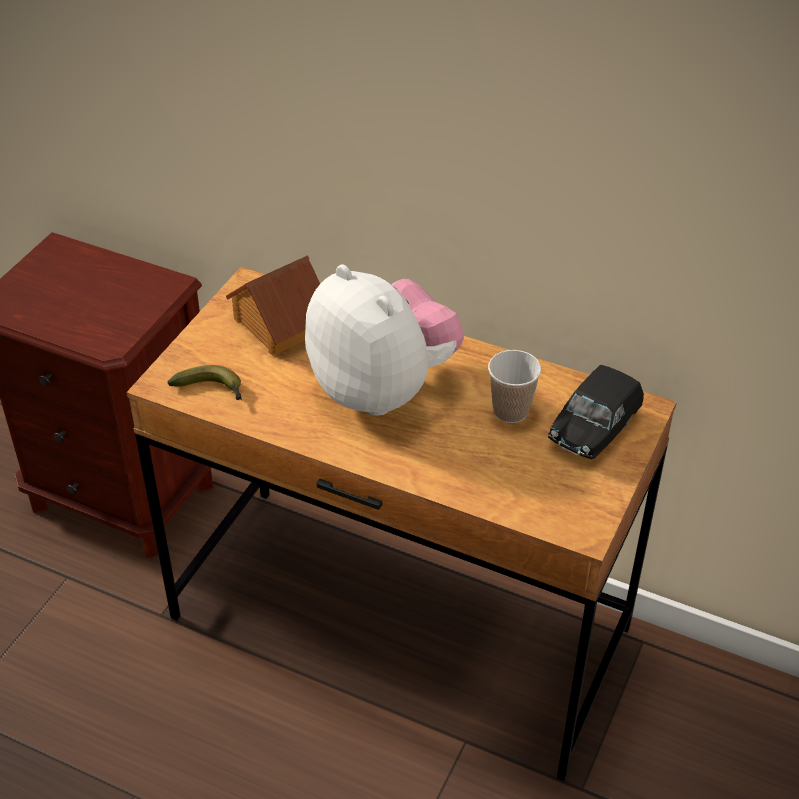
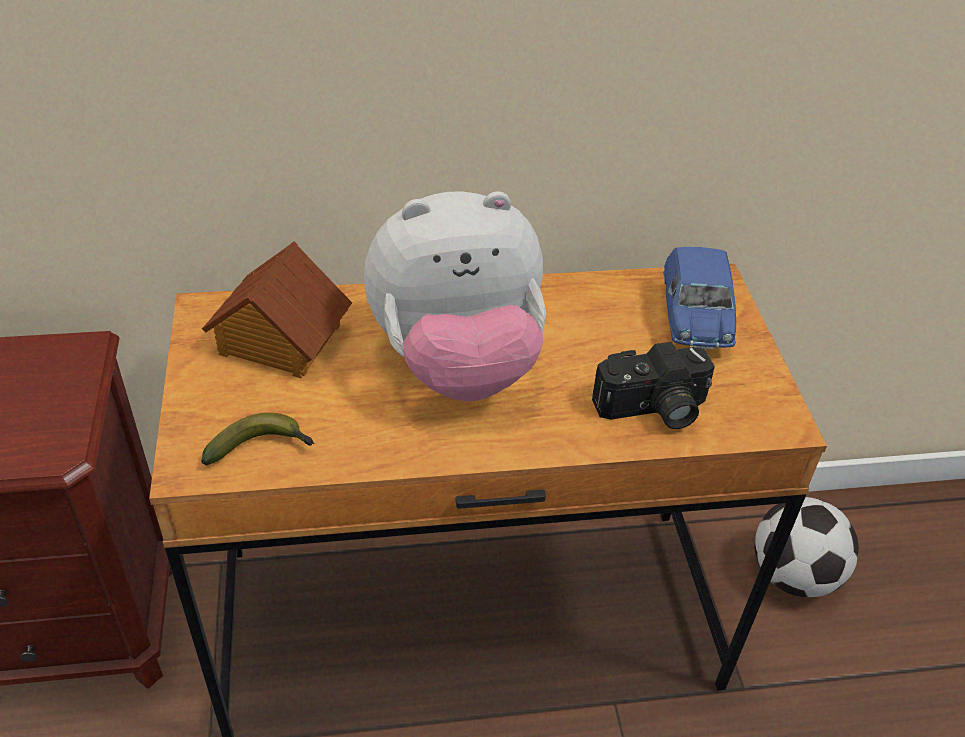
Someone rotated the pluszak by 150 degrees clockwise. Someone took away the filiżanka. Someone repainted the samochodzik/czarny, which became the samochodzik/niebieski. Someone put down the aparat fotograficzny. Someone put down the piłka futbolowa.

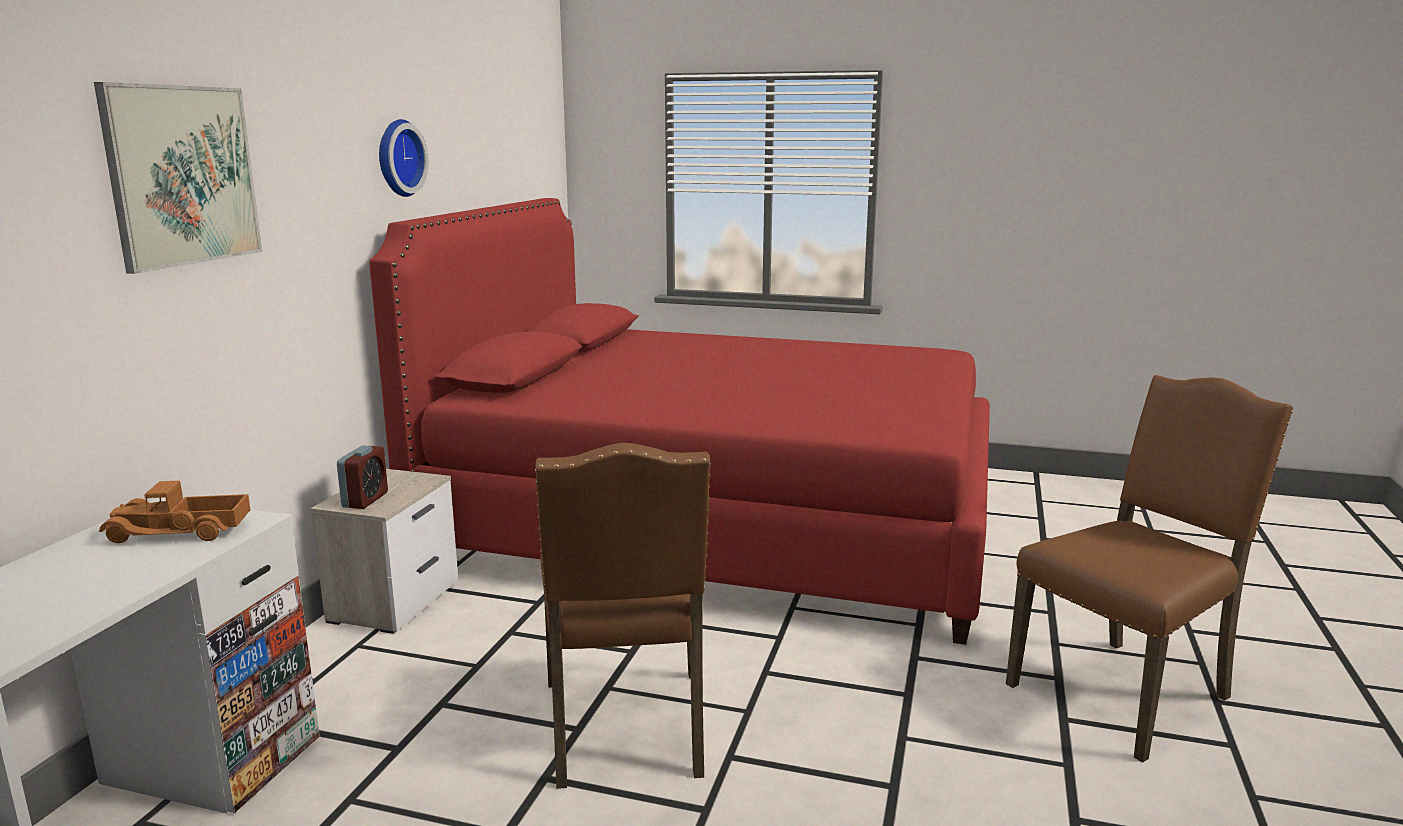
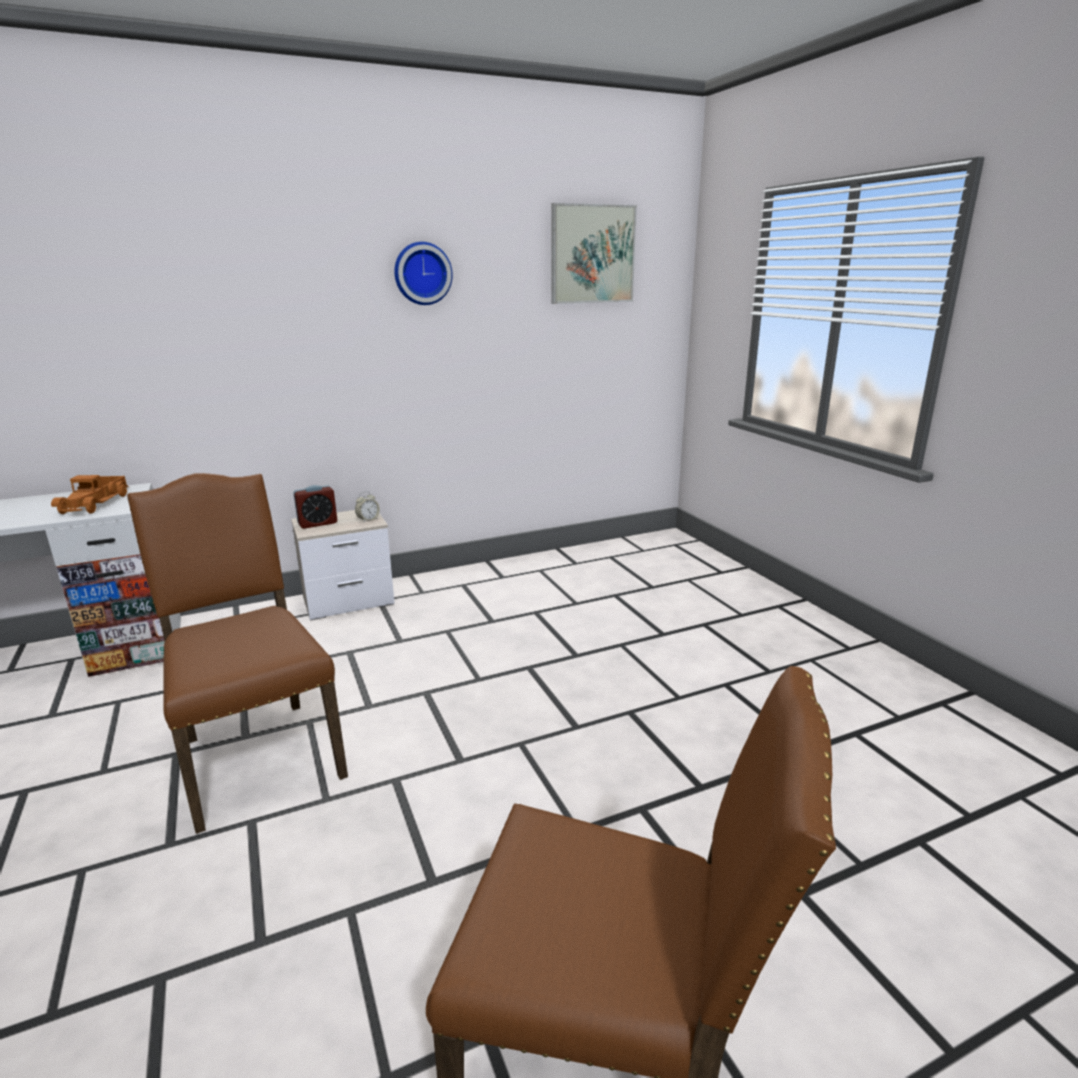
Someone carried the obraz. Someone took away the łóżko/czerwony. Someone rotated the krzesło/brązowy (no. 1 from left) by 105 degrees clockwise. Someone rotated the ciężarówka zabawkowa by 135 degrees counterclockwise. Someone put down the budzik (no. 2 from left).

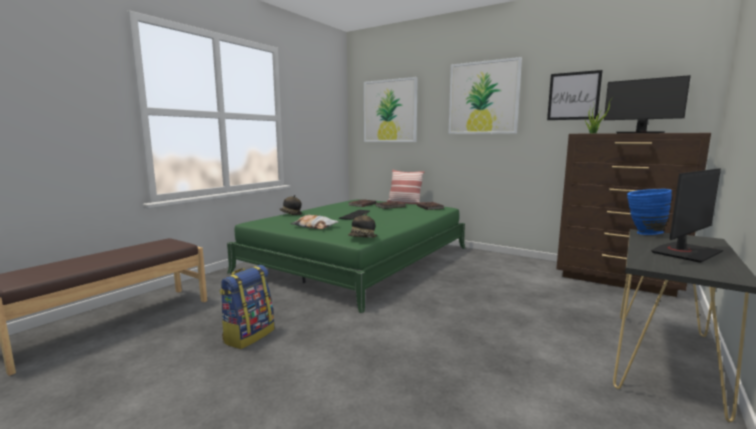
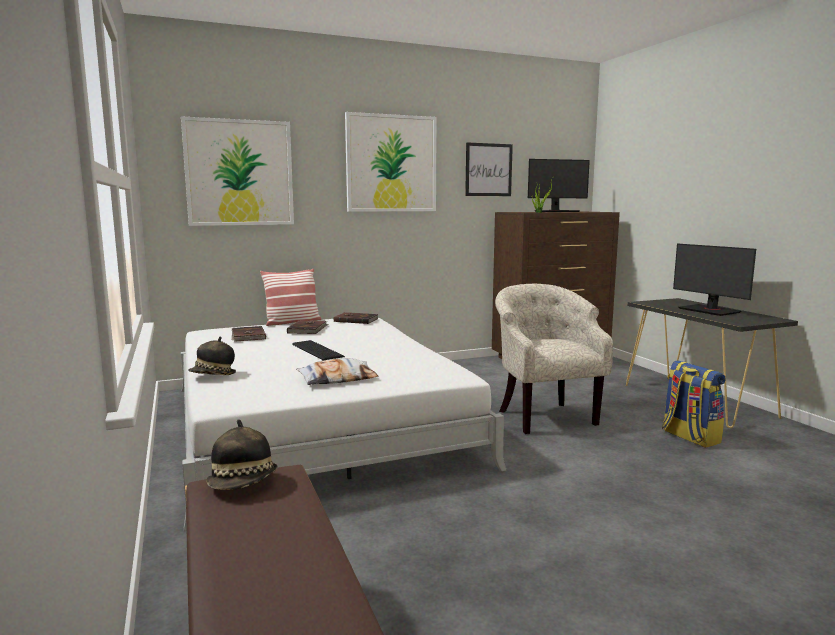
Someone rotated the monitor (no. 2 from left) by 150 degrees clockwise. Someone took away the wazon/niebieski. Someone repainted the łóżko/zielony, which became the łóżko/biały. Someone carried the kapelusz (no. 2 from left). Someone carried the plecak. Someone put down the fotel/beżowy.

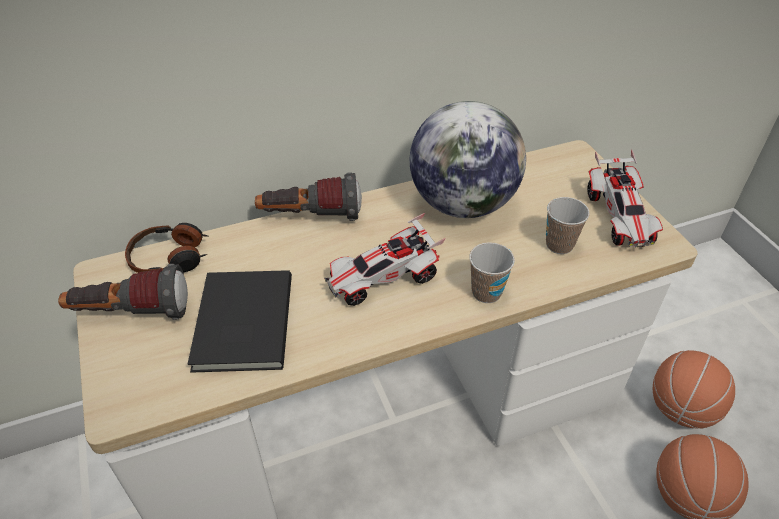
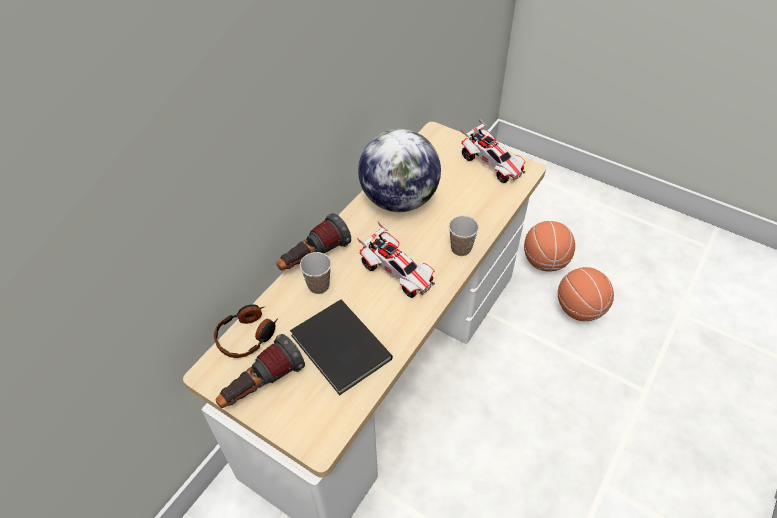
Someone carried the filiżanka (no. 2 from left in the first image). Someone rotated the samochodzik (no. 1 from left) by 75 degrees counterclockwise.

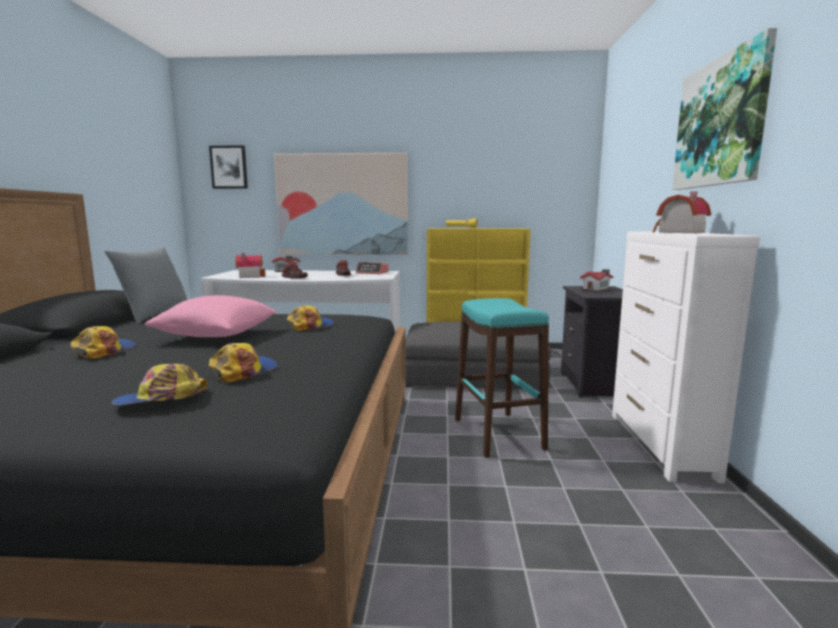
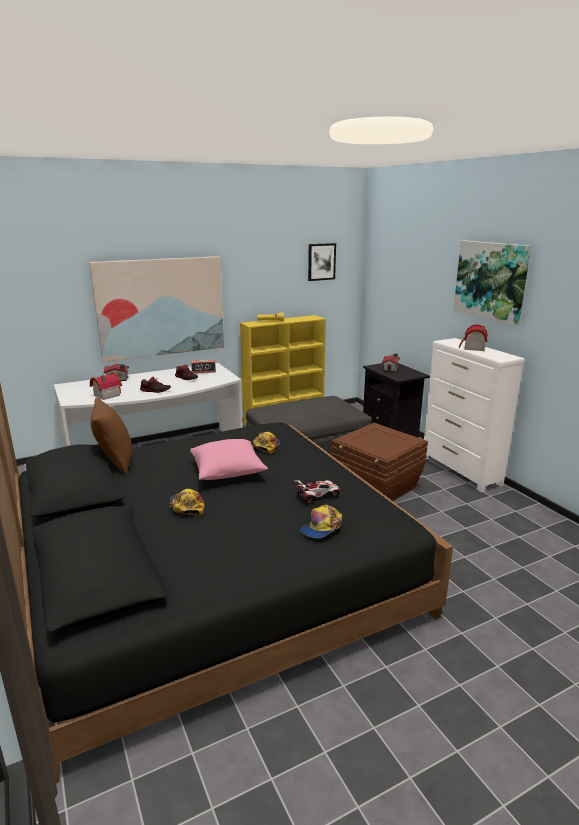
Someone carried the obraz (no. 1 from left in the first image). Someone repainted the poduszka/szary, which became the poduszka/brązowy. Someone swapped the stołek/turkusowy for the pojemnik do przechowywania/brązowy. Someone swapped the czapka z daszkiem (no. 3 from left) for the samochodzik.

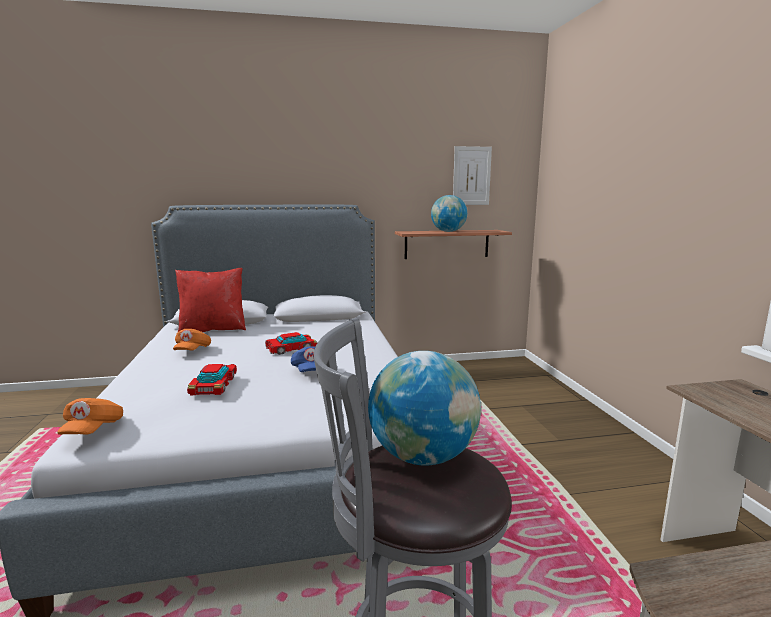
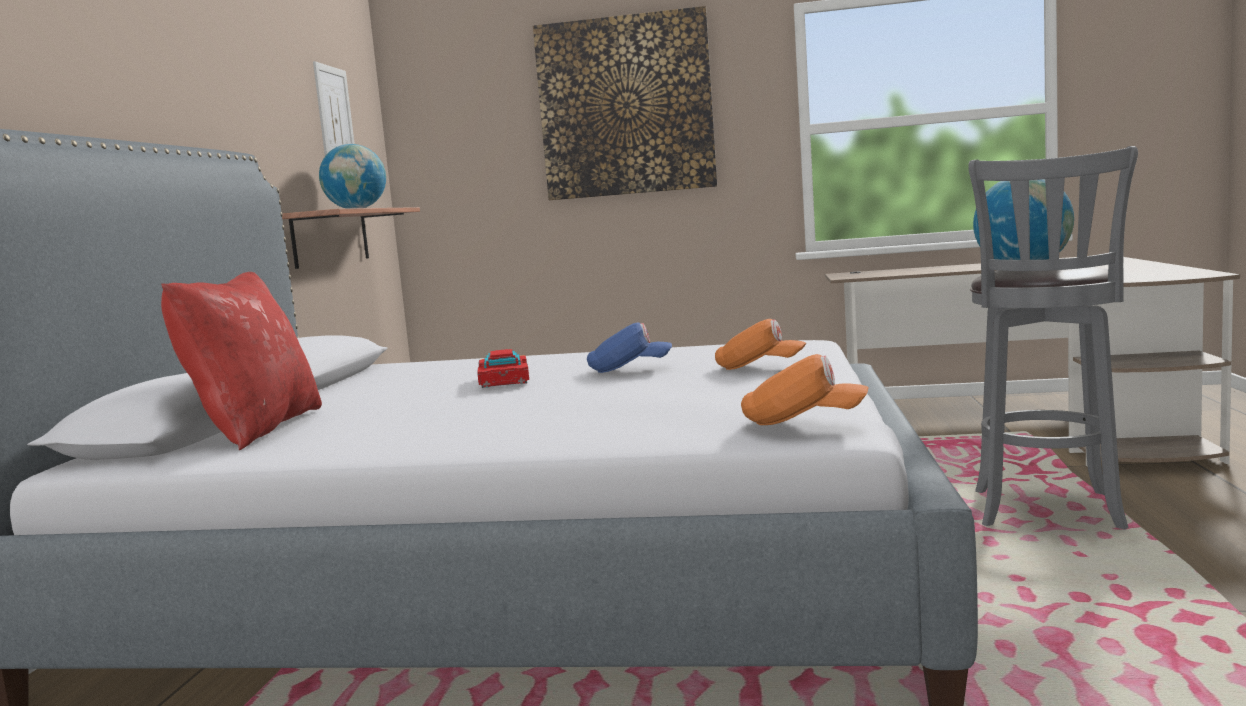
Someone carried the czapka z daszkiem/pomarańczowy (no. 2 from left in the first image). Someone took away the samochodzik (no. 1 from left). Someone put up the obraz (no. 2 from left).

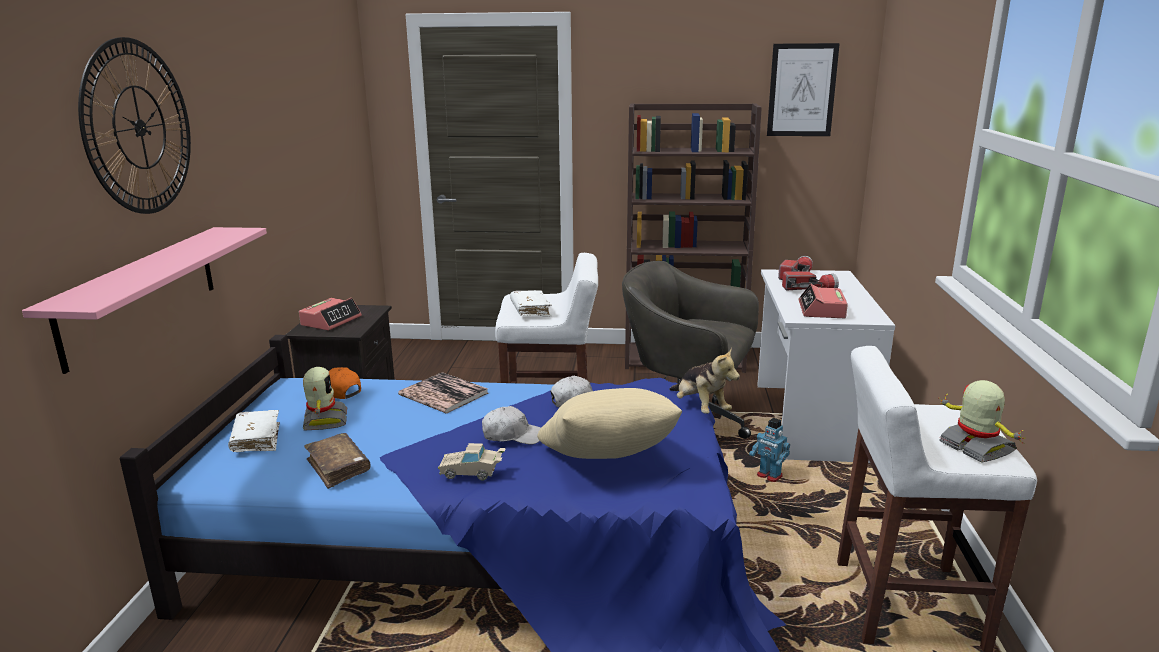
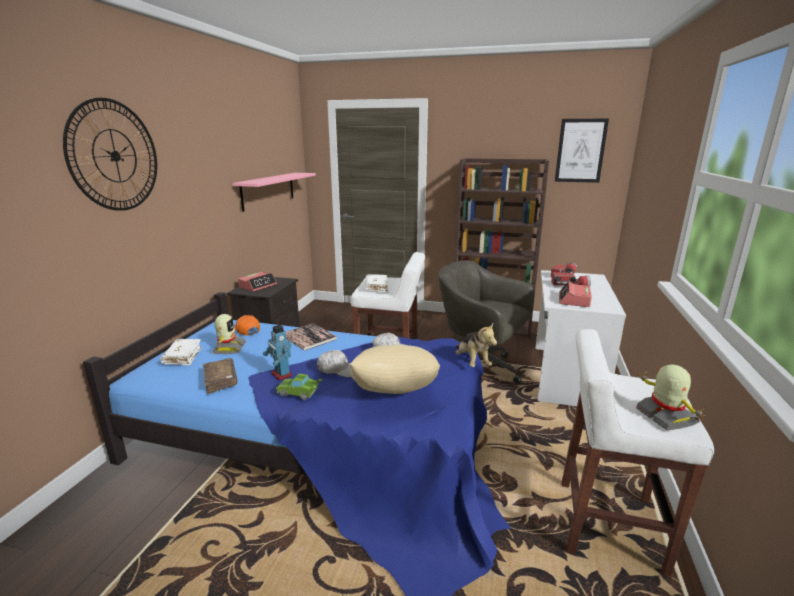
Someone carried the półka/różowy. Someone carried the robot zabawkowy (no. 2 from left). Someone repainted the samochodzik/beżowy, which became the samochodzik/zielony.

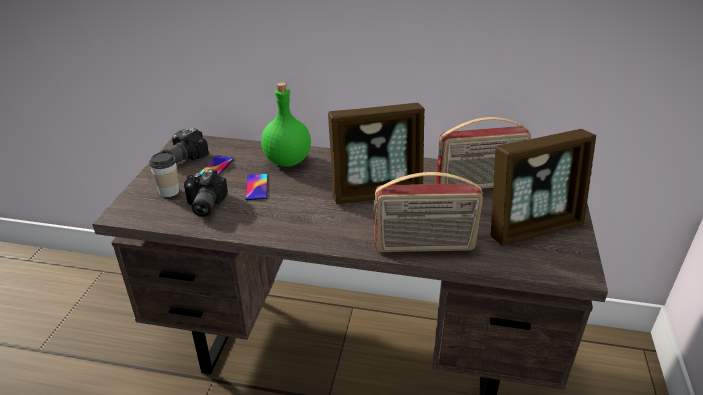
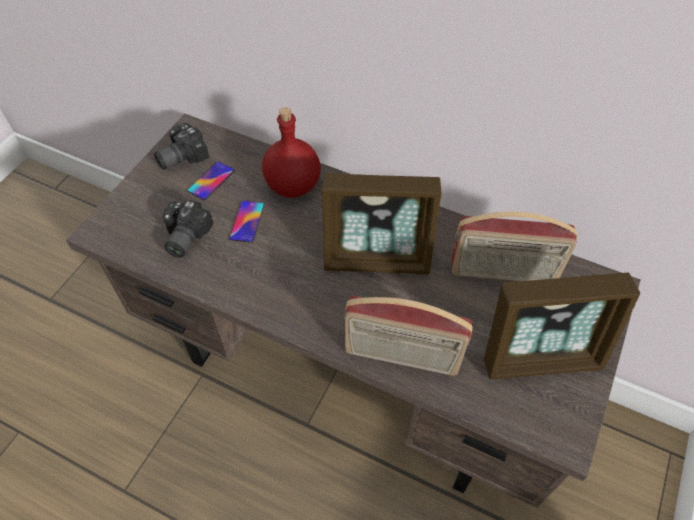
Someone repainted the butelka/zielony, which became the butelka/czerwony. Someone took away the filiżanka.

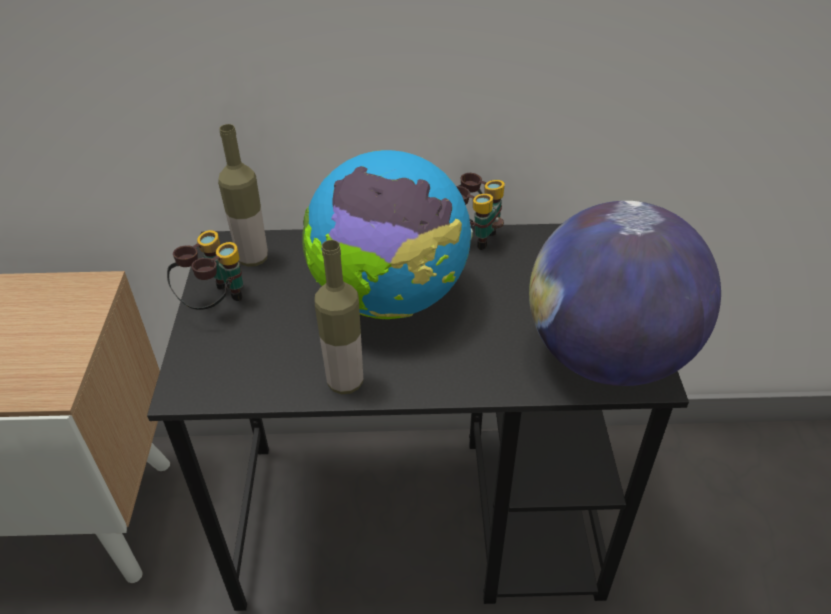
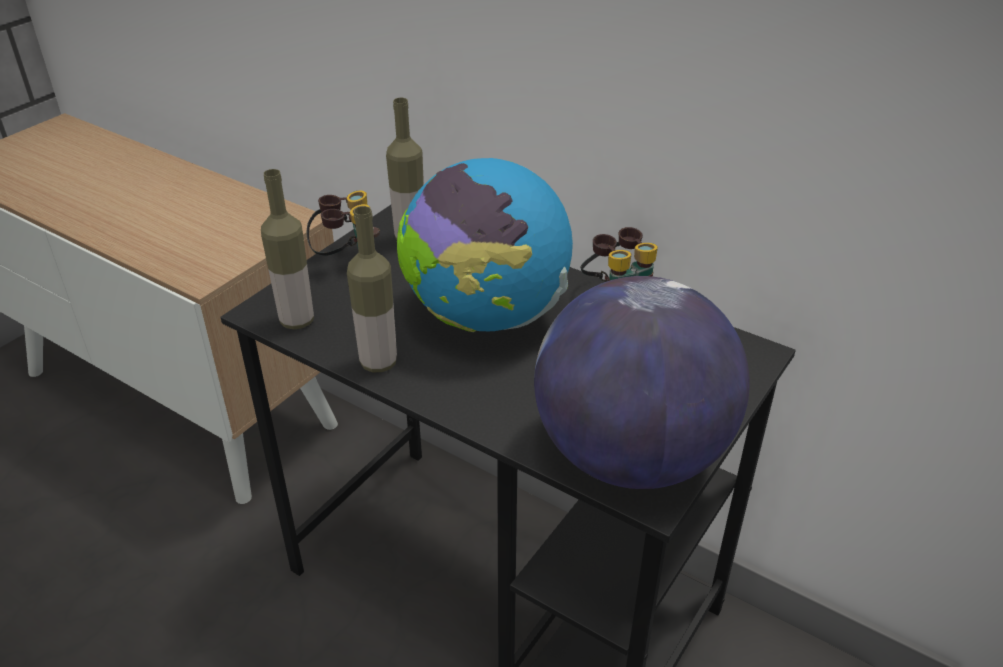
Someone put down the butelka (no. 1 from left).

